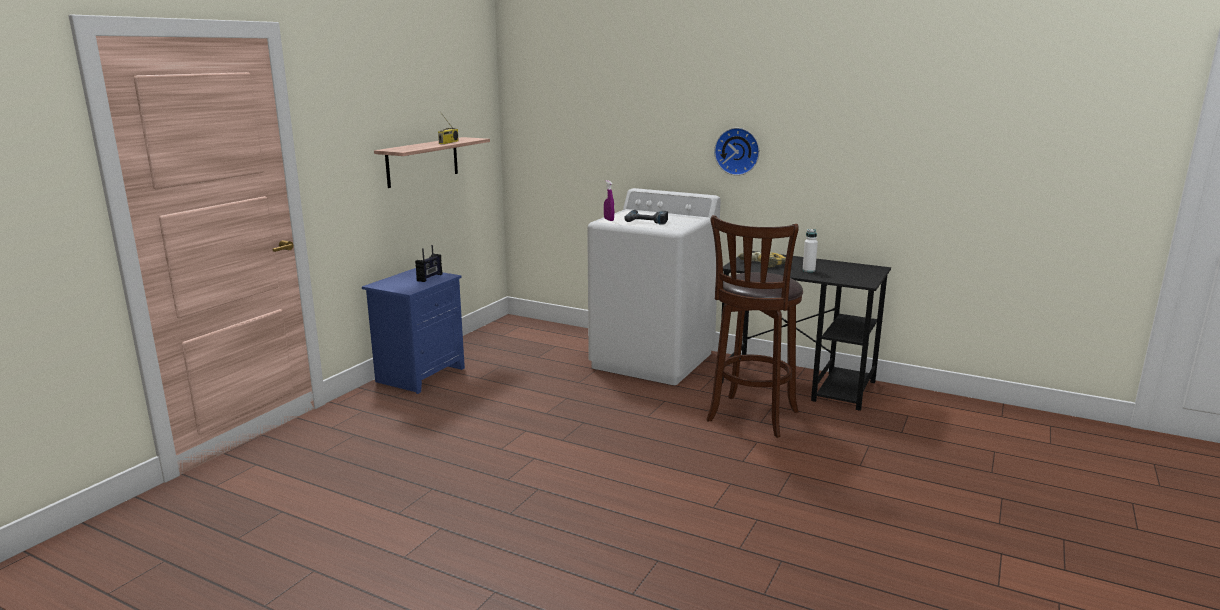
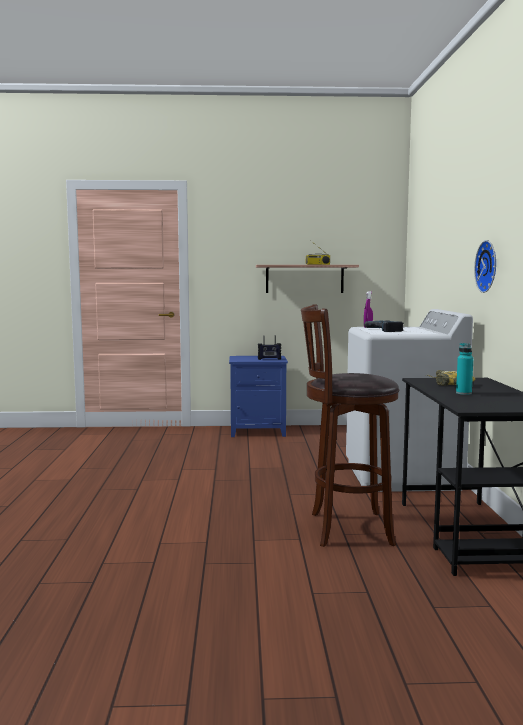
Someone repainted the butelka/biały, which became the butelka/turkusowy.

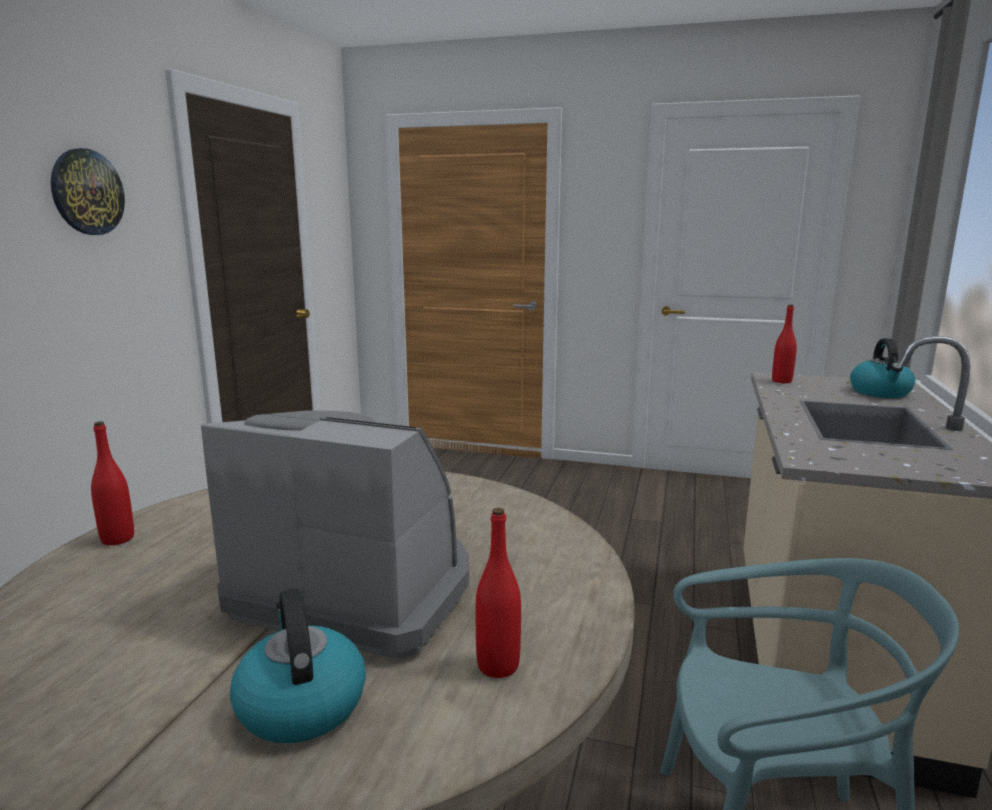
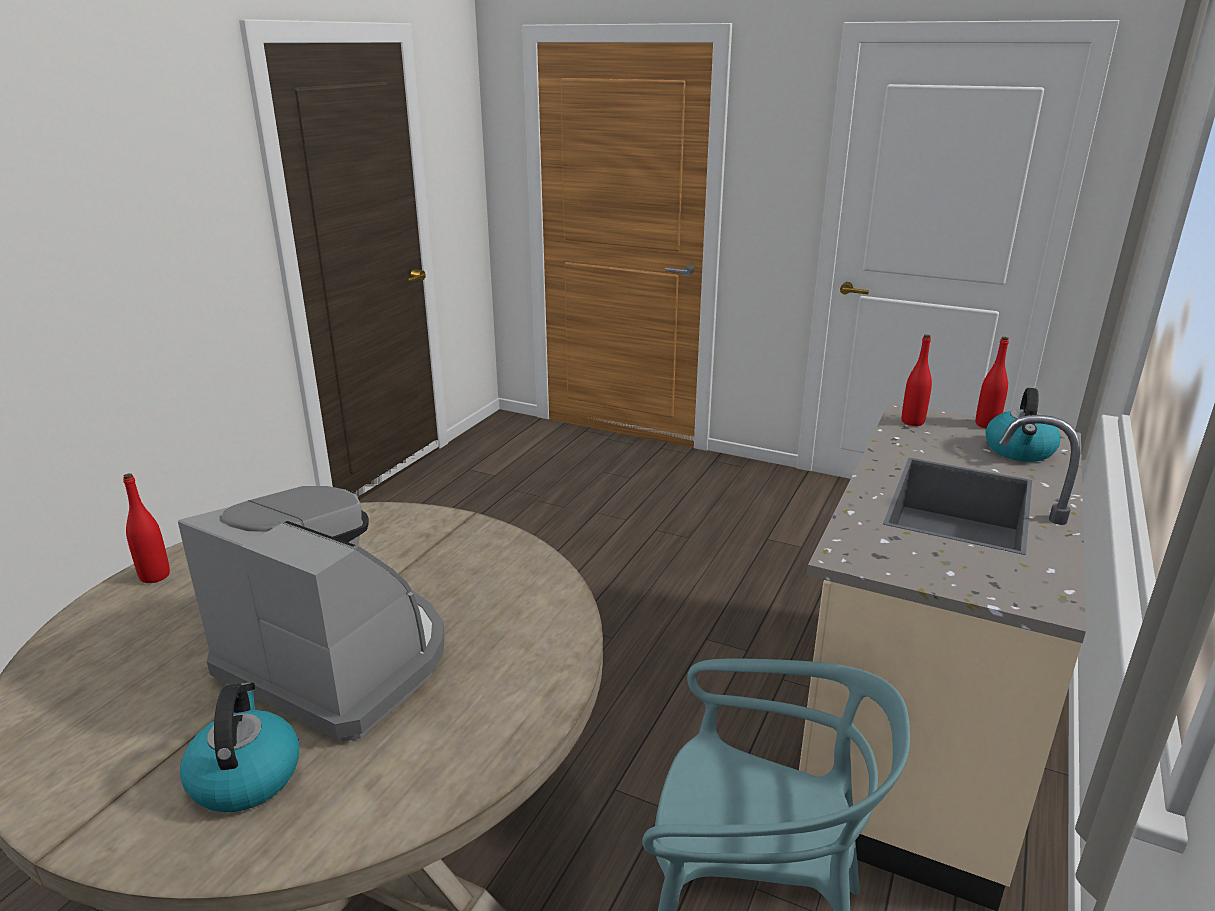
Someone took away the zegar ścienny. Someone carried the butelka/czerwony (no. 2 from left in the first image).

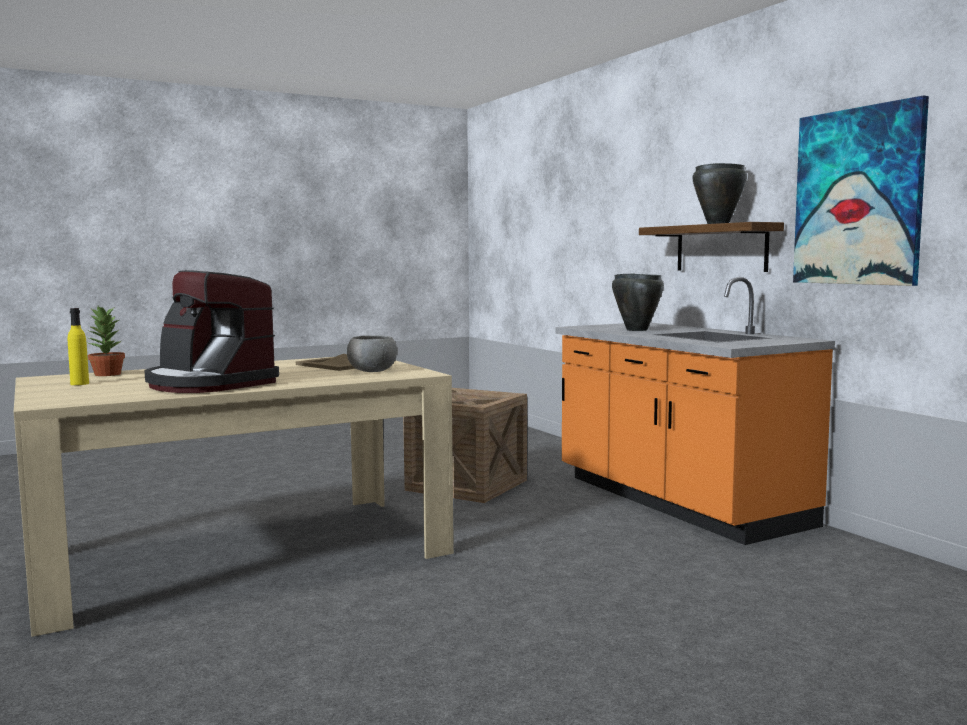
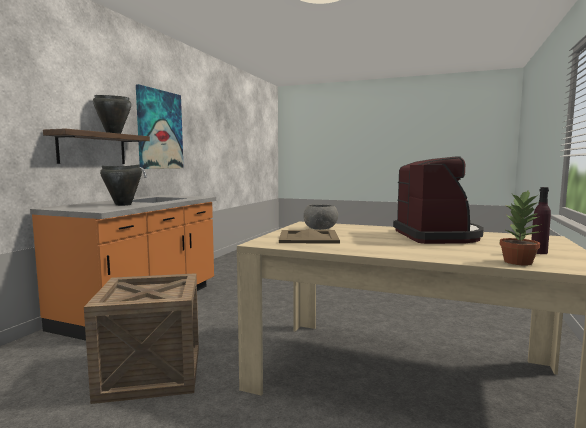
Someone repainted the butelka/żółty, which became the butelka/fioletowy.

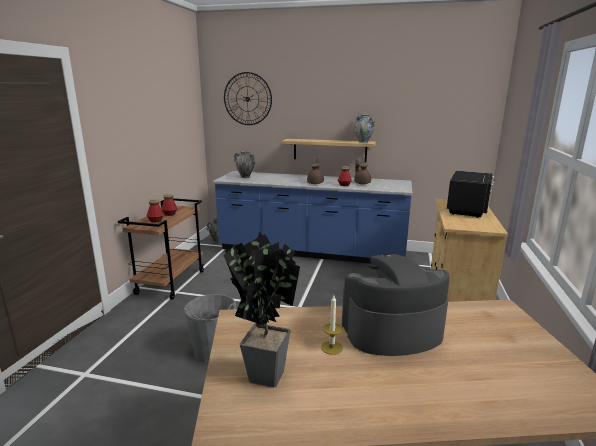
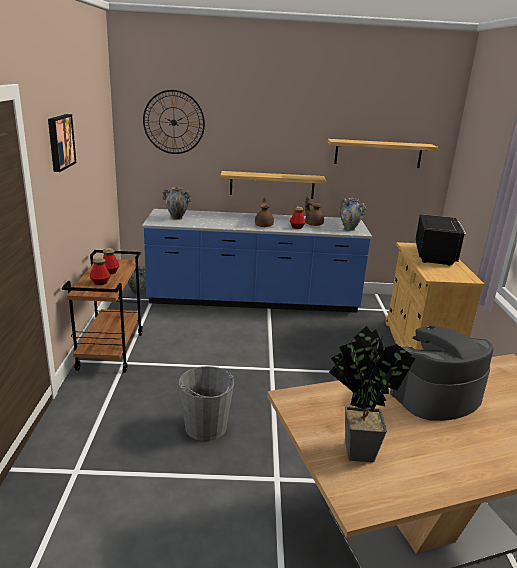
Someone carried the wazon (no. 3 from left). Someone took away the świeca. Someone put up the obraz. Someone put up the półka (no. 2 from left).

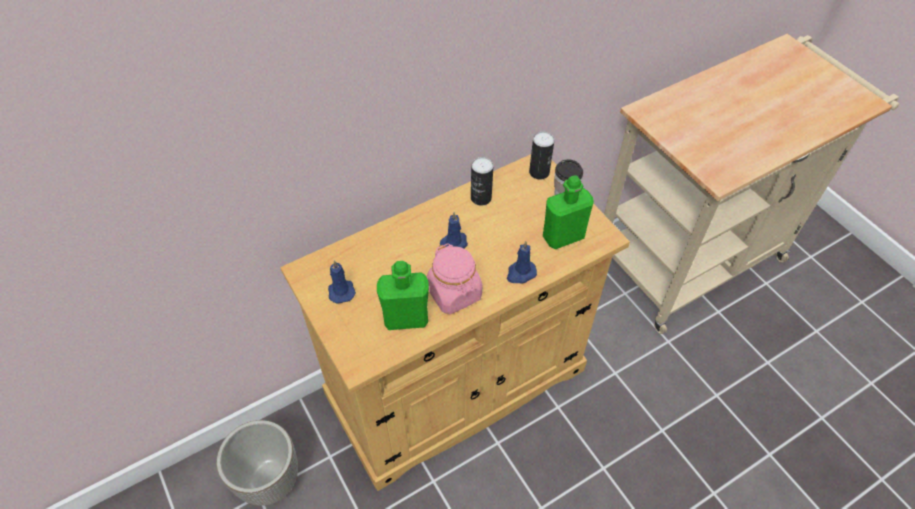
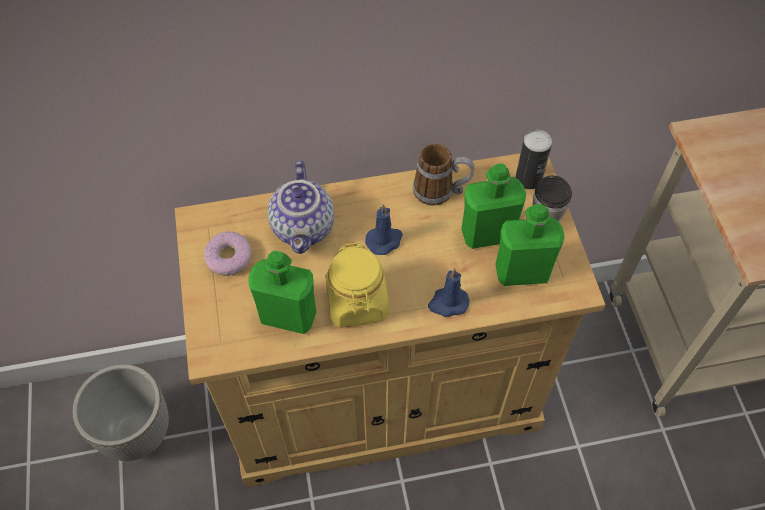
Someone swapped the puszka (no. 1 from left) for the kubek. Someone repainted the słoik/różowy, which became the słoik/żółty. Someone swapped the świeca/niebieski (no. 1 from left) for the donut. Someone put down the imbryk. Someone put down the butelka/zielony (no. 2 from left).

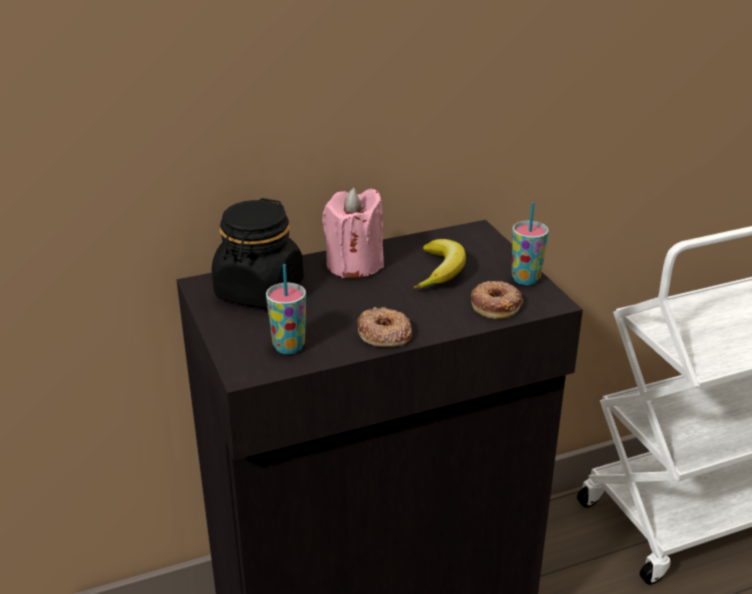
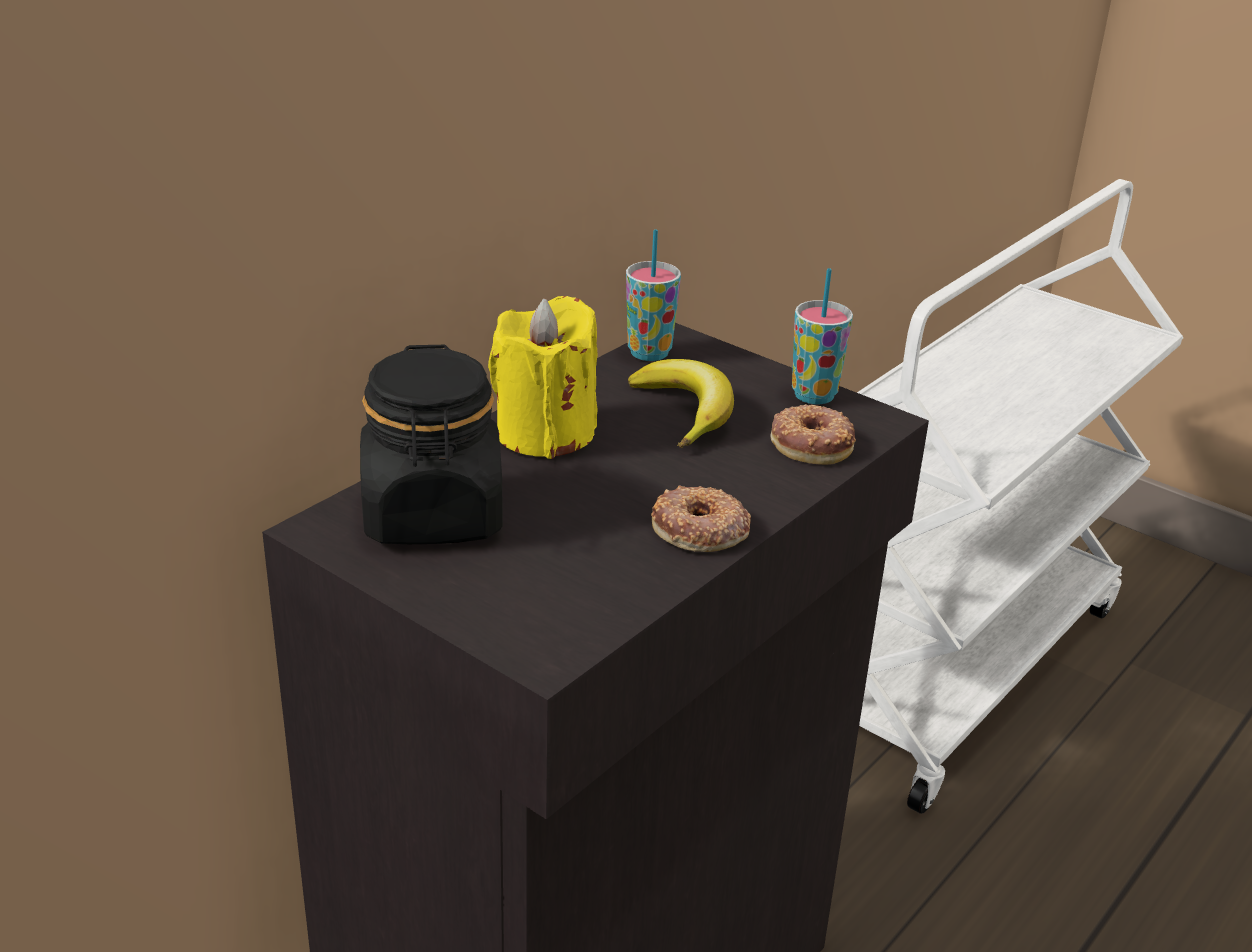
Someone repainted the świeca/różowy, which became the świeca/żółty. Someone carried the filiżanka (no. 1 from left).

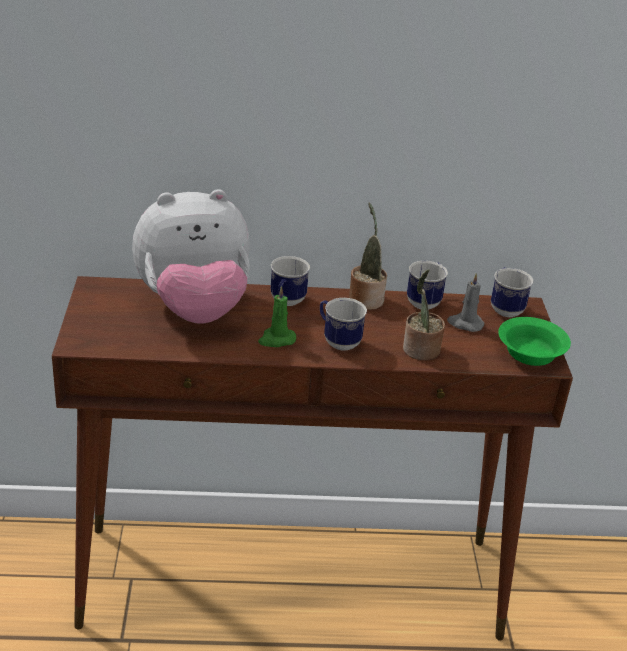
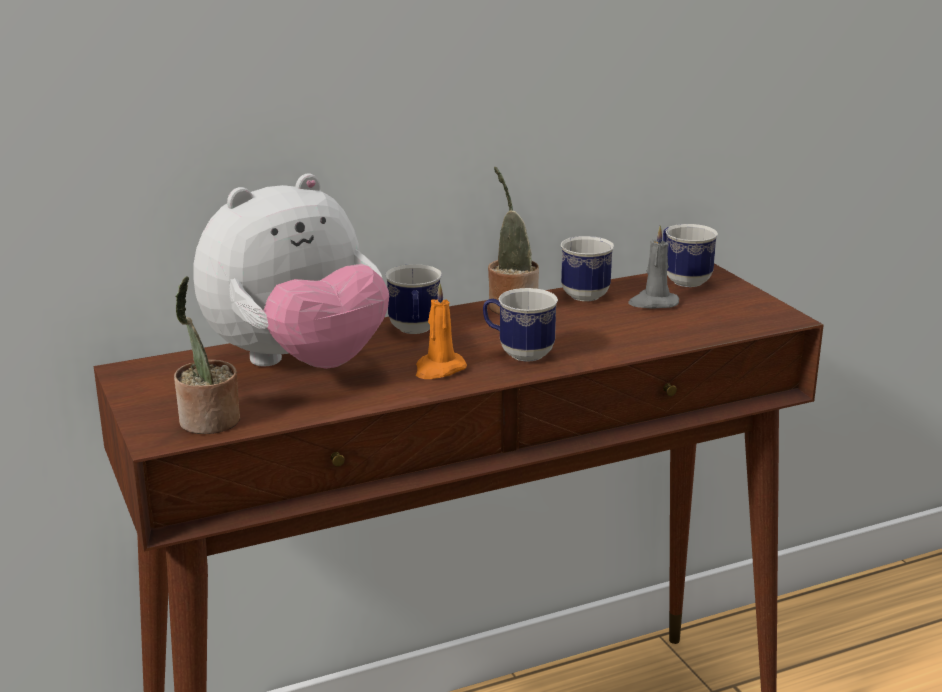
Someone carried the roślina doniczkowa (no. 2 from left in the first image). Someone repainted the świeca/zielony, which became the świeca/pomarańczowy. Someone took away the miska/zielony.

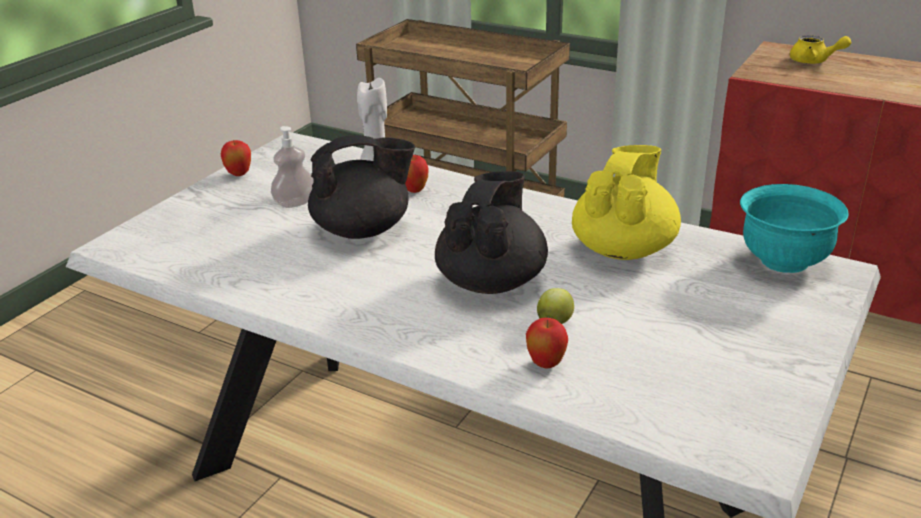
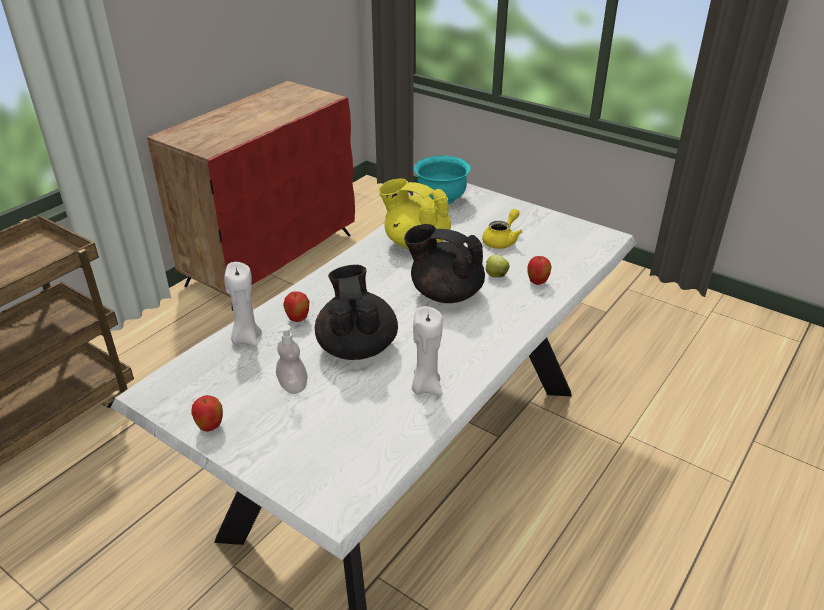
Someone carried the imbryk/żółty (no. 2 from left). Someone put down the świeca/biały (no. 2 from left).

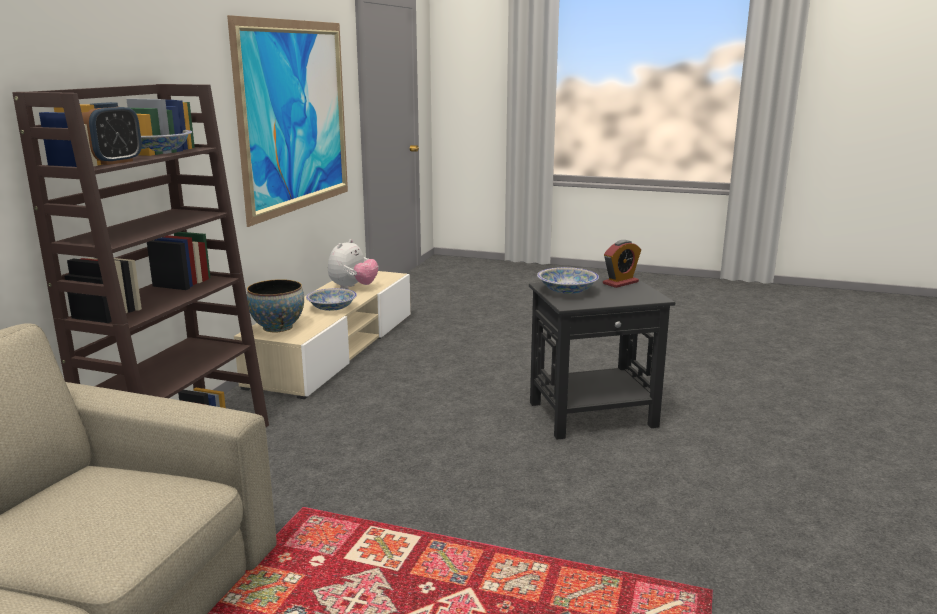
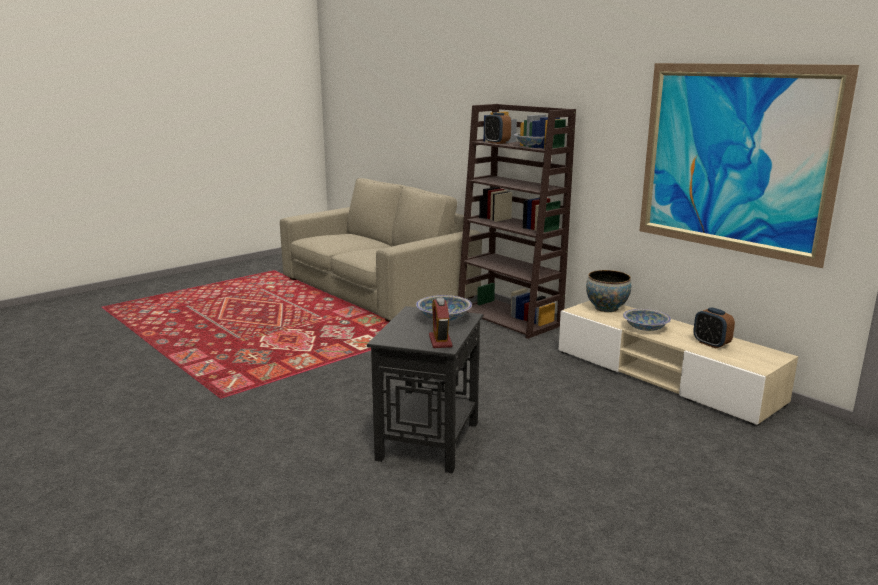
Someone swapped the pluszak for the budzik (no. 3 from left).

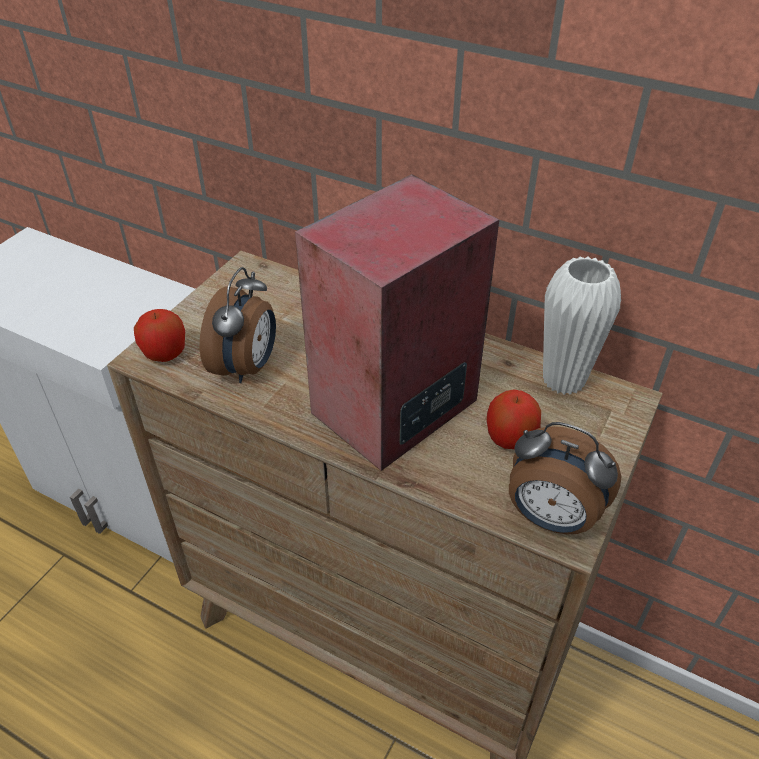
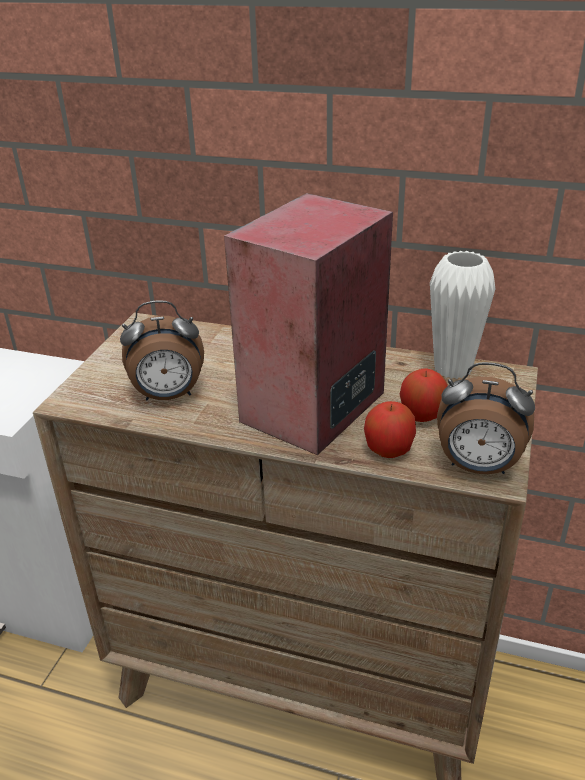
Someone rotated the budzik (no. 1 from left) by 75 degrees clockwise. Someone carried the jabłko (no. 1 from left).

